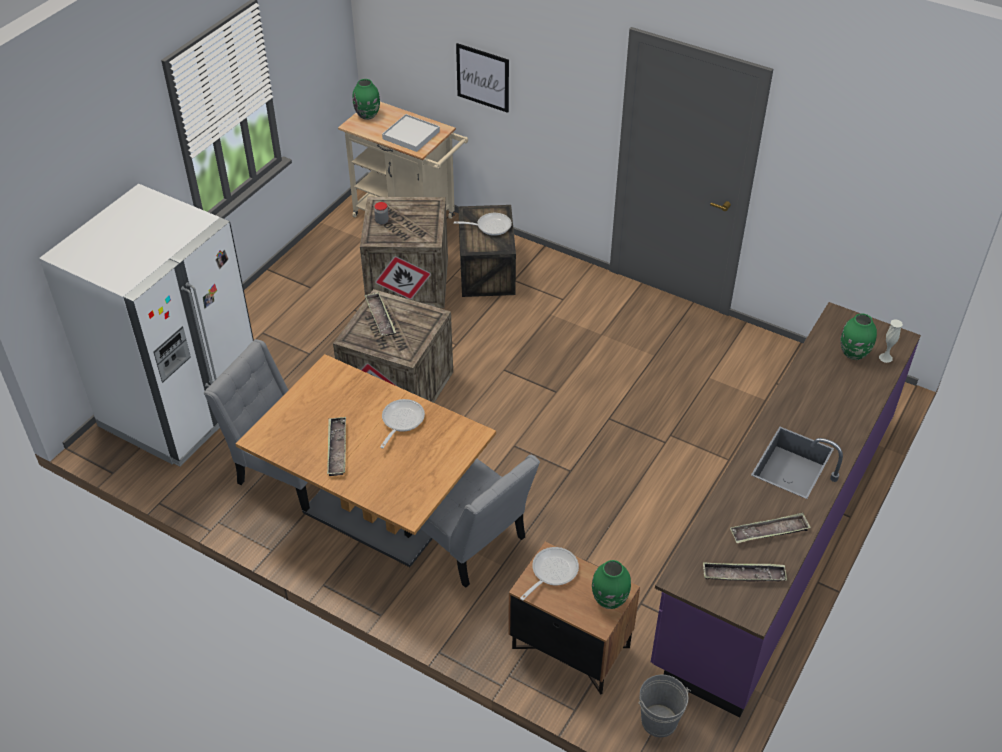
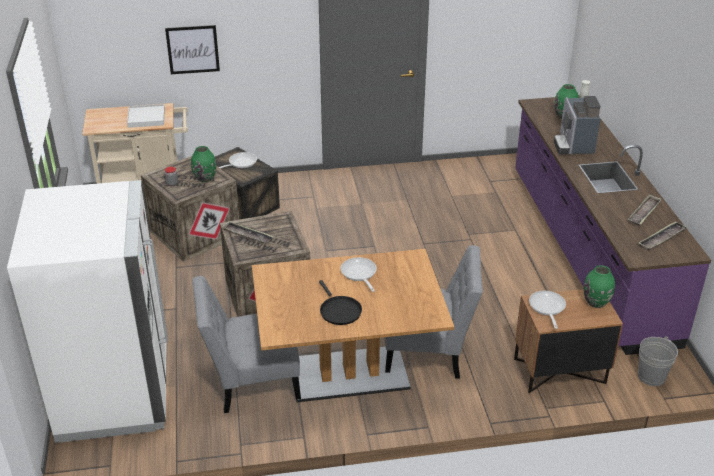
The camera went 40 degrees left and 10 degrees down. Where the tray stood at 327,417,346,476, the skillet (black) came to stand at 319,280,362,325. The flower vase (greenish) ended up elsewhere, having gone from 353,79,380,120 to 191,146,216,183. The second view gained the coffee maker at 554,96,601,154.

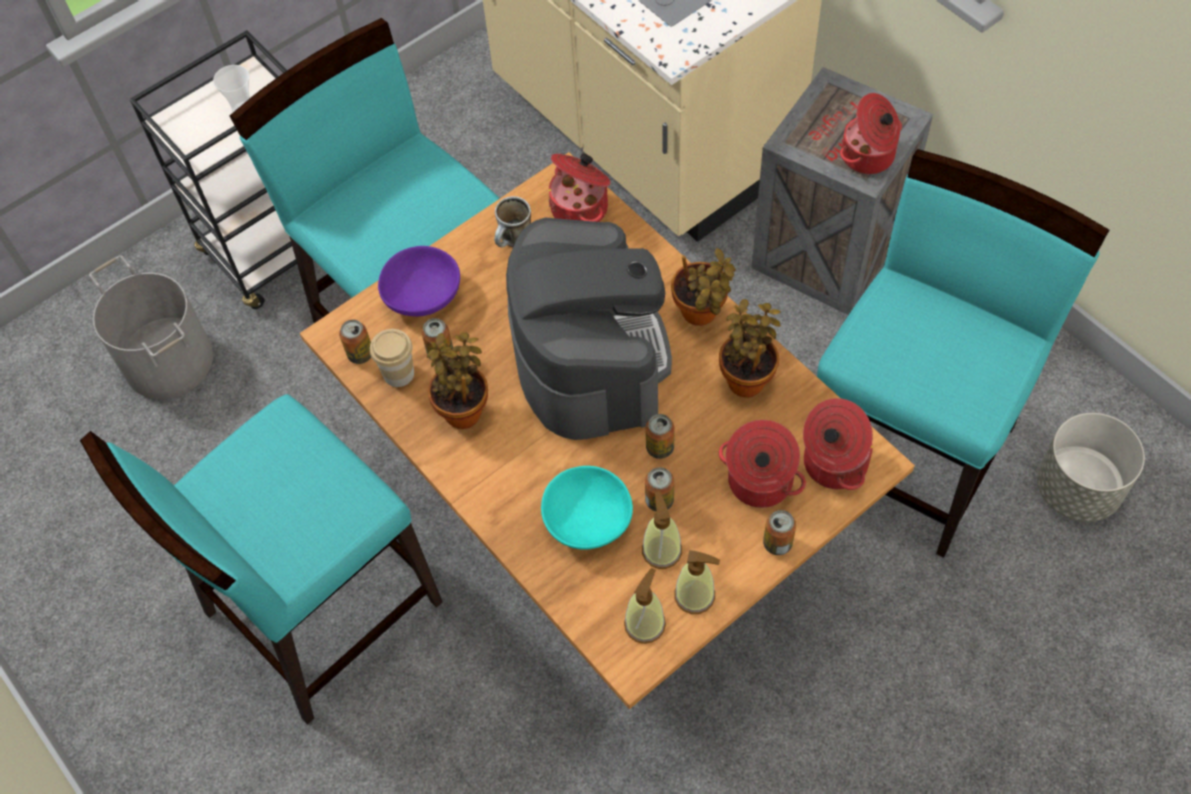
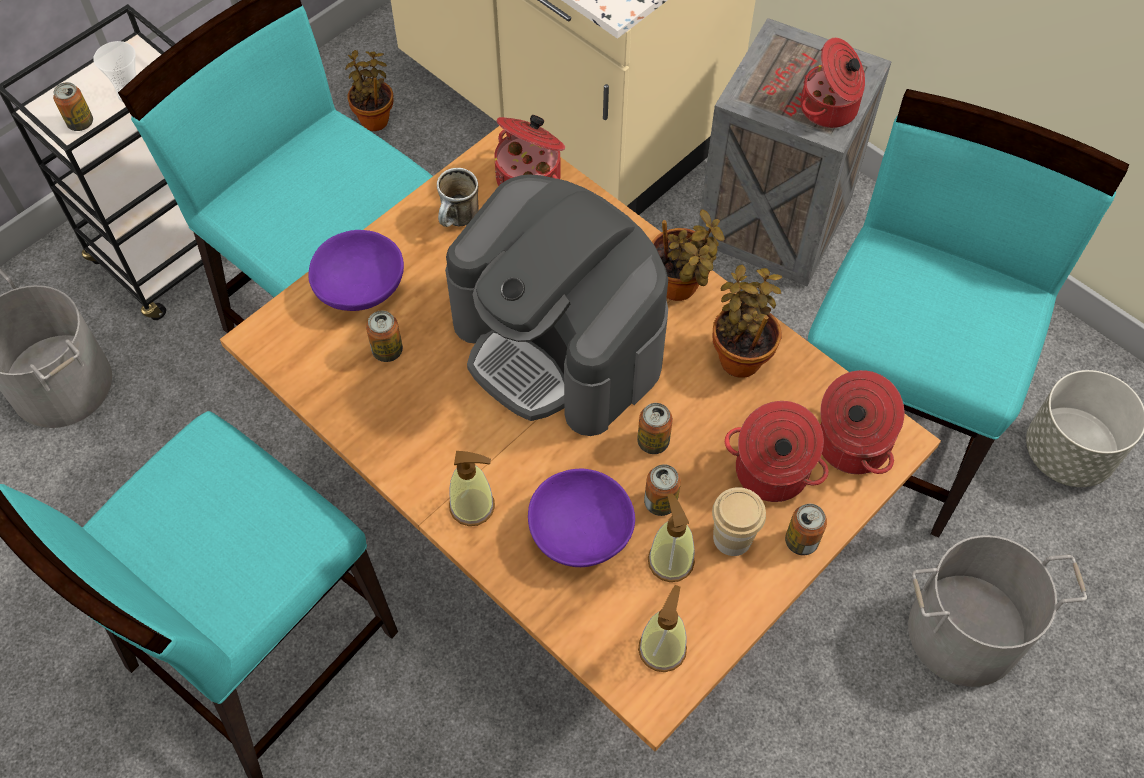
The camera went 10 degrees left and 0 degrees up. The sealed can ended up elsewhere, having gone from 339,320,371,364 to 53,82,93,131. The drinking cup ended up elsewhere, having gone from 370,329,414,387 to 712,487,766,556. The potted plant ended up elsewhere, having gone from 427,332,488,429 to 345,50,394,131. The coffee maker at 506,218,672,440 ended up facing another way, 150 degrees clockwise from before. What was the bowl (turquoise) at 541,466,633,550 turned into the bowl (purple) at 528,469,635,567. The soap dispenser ended up elsewhere, having gone from 674,550,720,614 to 449,451,495,526. The second view gained the pail (grey) at 908,535,1087,687.

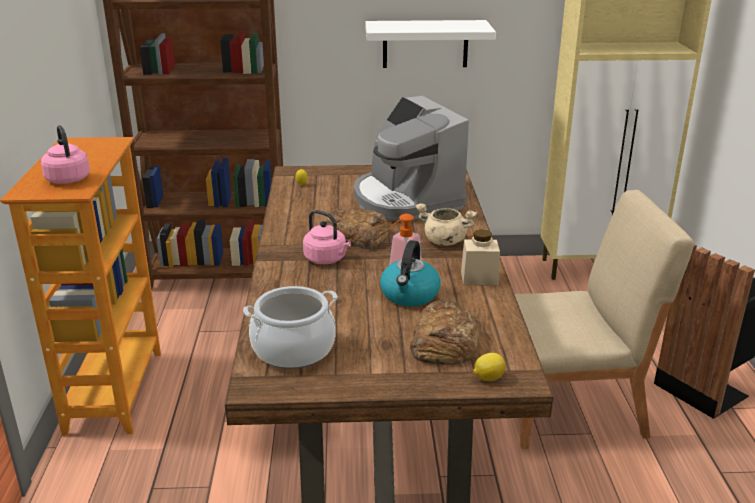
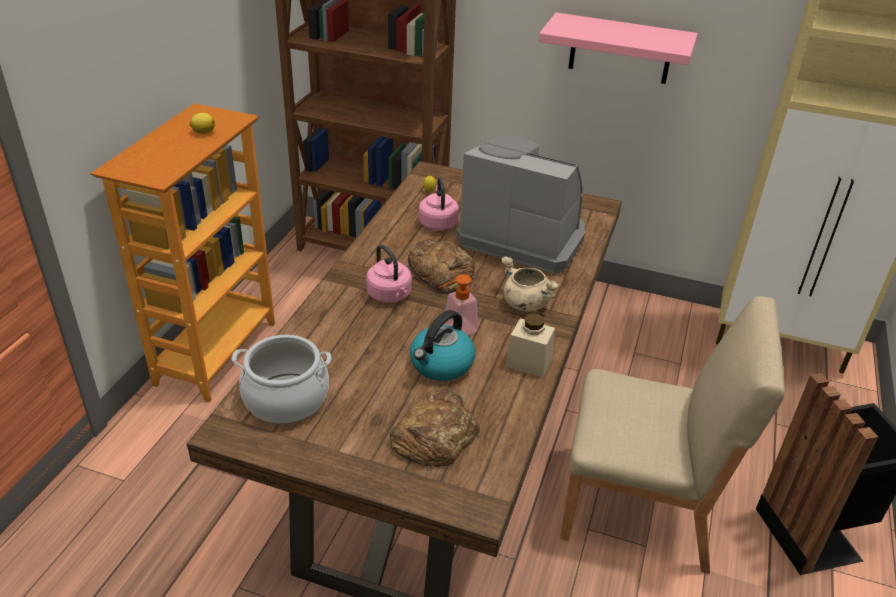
The camera went 20 degrees right and 10 degrees up. The water kettle (pinkish) ended up elsewhere, having gone from 41,125,90,184 to 419,177,459,231. The coffee maker at 354,96,469,221 ended up facing another way, 120 degrees clockwise from before. What was the wall shelf (whitish) at 365,20,496,68 turned into the wall shelf (pinkish) at 539,12,698,84. The whole lemon ended up elsewhere, having gone from 473,353,505,381 to 189,113,215,134.

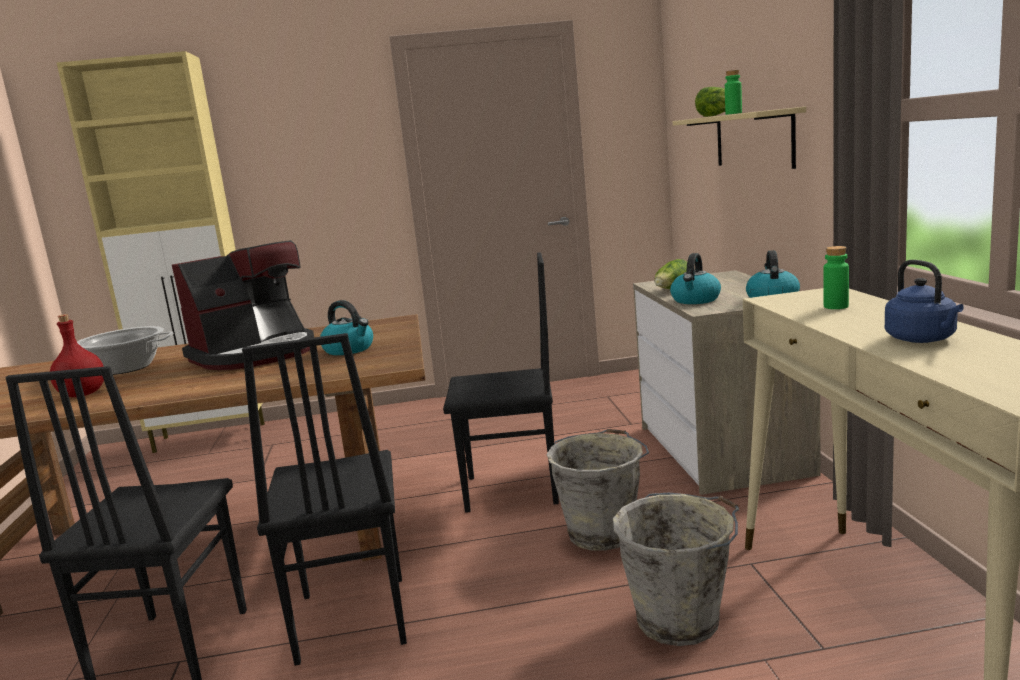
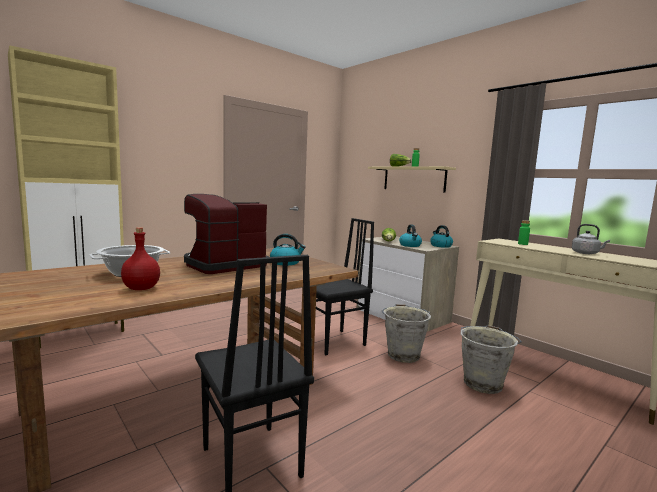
The camera went 35 degrees left and 5 degrees down. The coffee maker at 172,240,314,370 ended up facing another way, 150 degrees counterclockwise from before. The second view lost the chair (black) at 242,333,407,666. What was the water kettle (blue-coloured) at 885,260,964,343 turned into the water kettle (grey) at 572,224,610,254.

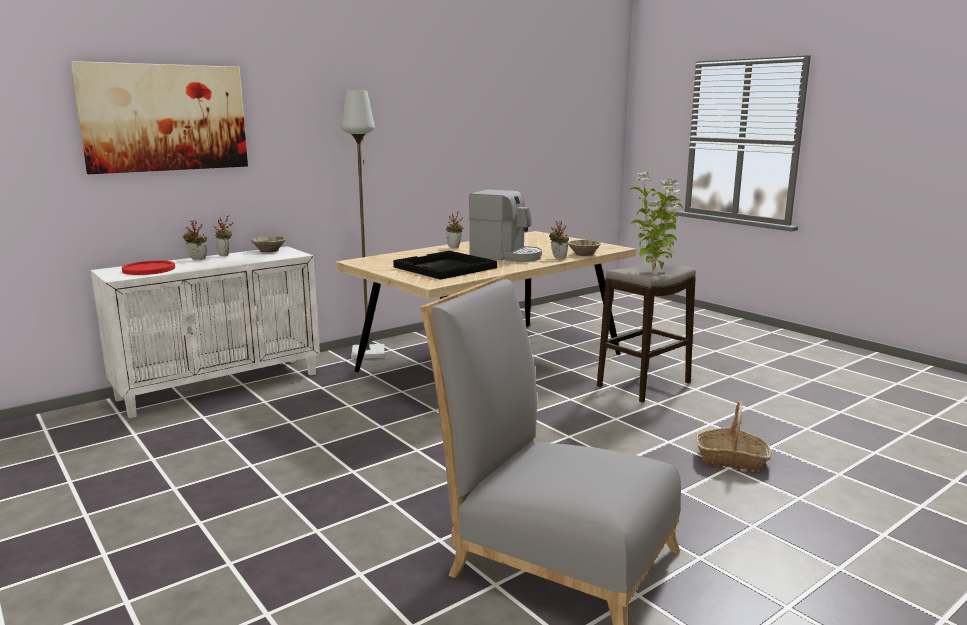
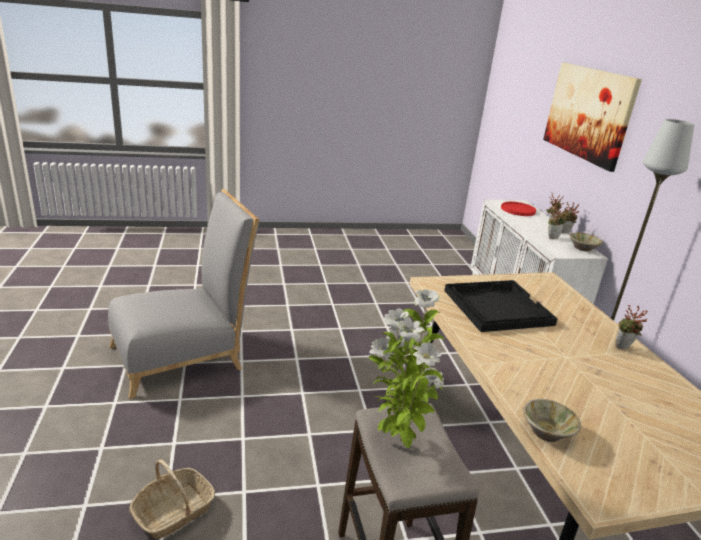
The camera went 115 degrees right and 10 degrees up. The second view lost the coffee maker at 469,190,542,262. The potted plant ended up elsewhere, having gone from 549,221,569,259 to 548,203,567,239.

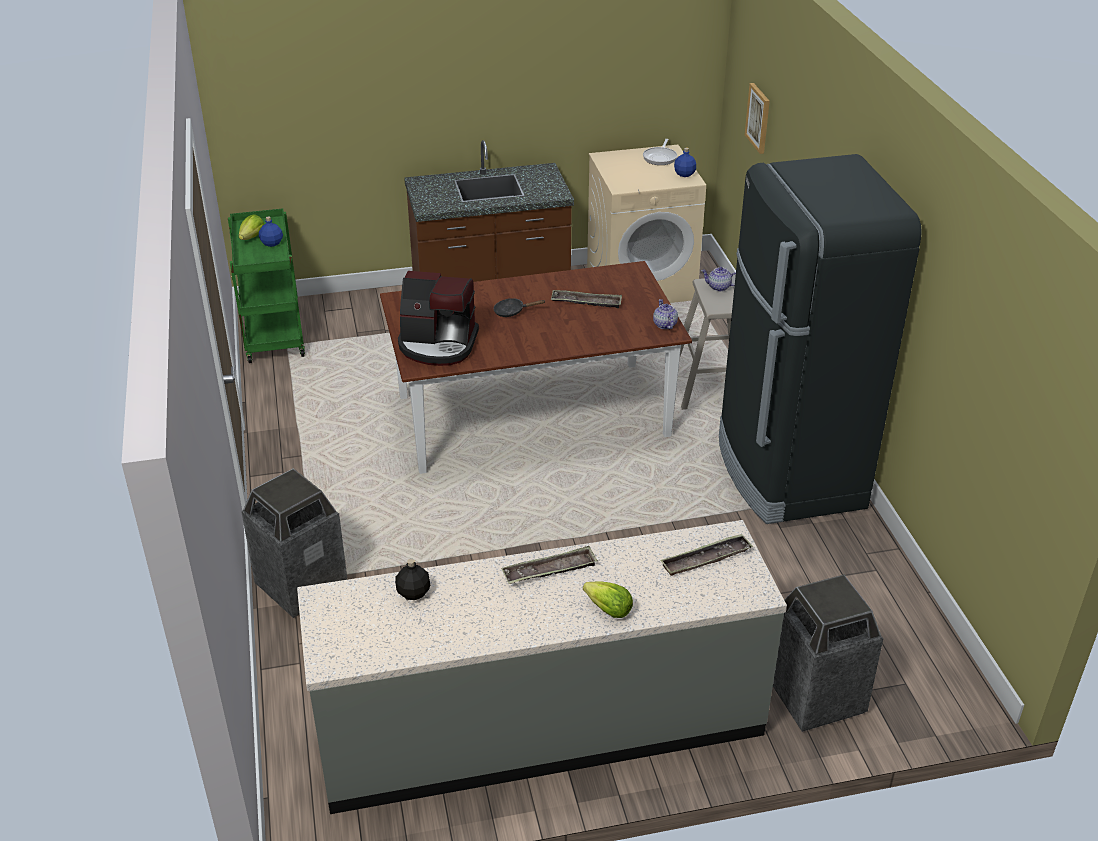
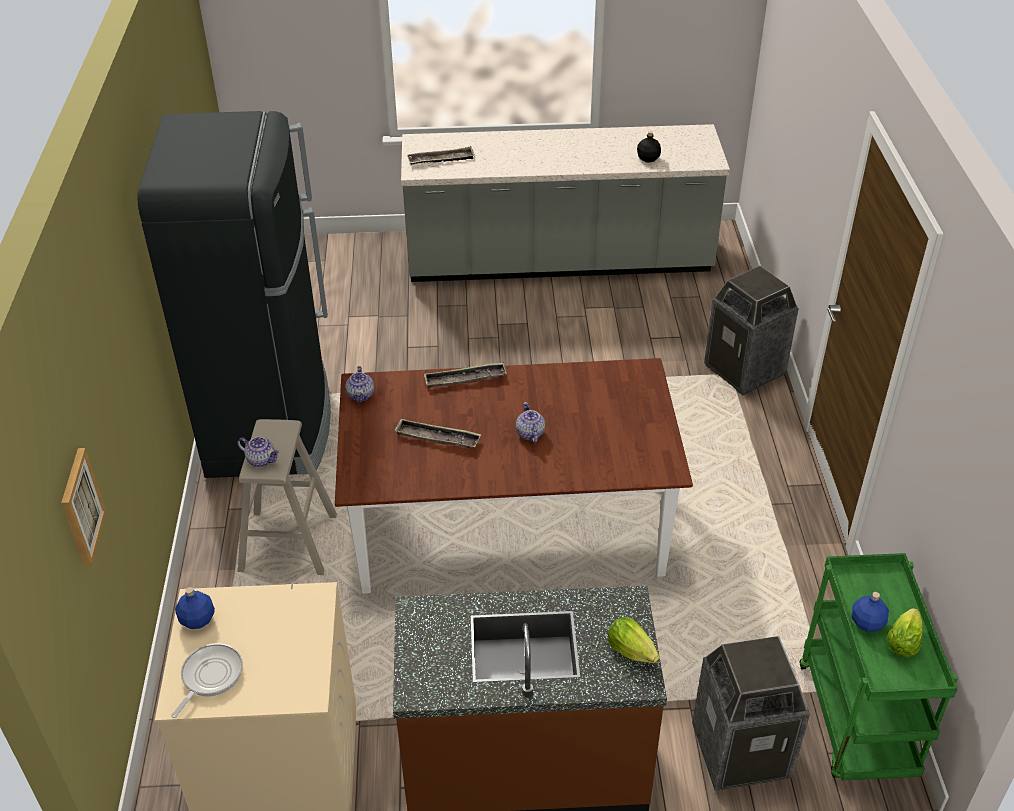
The camera went 170 degrees left and 5 degrees up. The second view lost the coffee maker at 398,271,479,366. Where the skillet (black) stood at 494,298,546,317, the teapot came to stand at 516,402,545,443. The tray ended up elsewhere, having gone from 501,546,598,584 to 424,363,507,388. The lettuce ended up elsewhere, having gone from 583,582,633,618 to 608,617,659,663. The rubbish bin ended up elsewhere, having gone from 773,574,883,732 to 692,636,810,791.

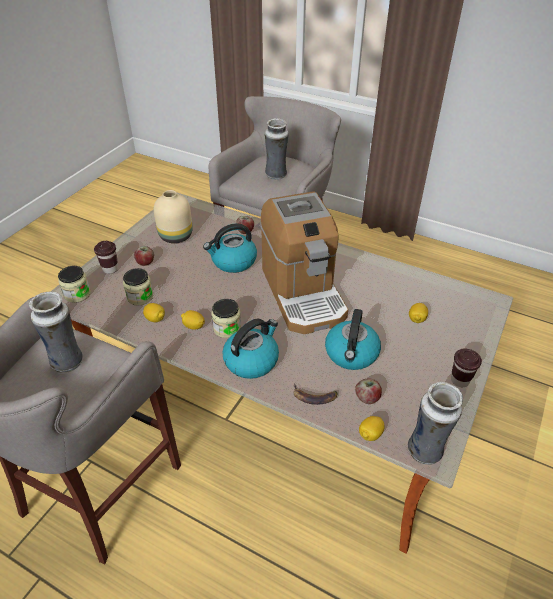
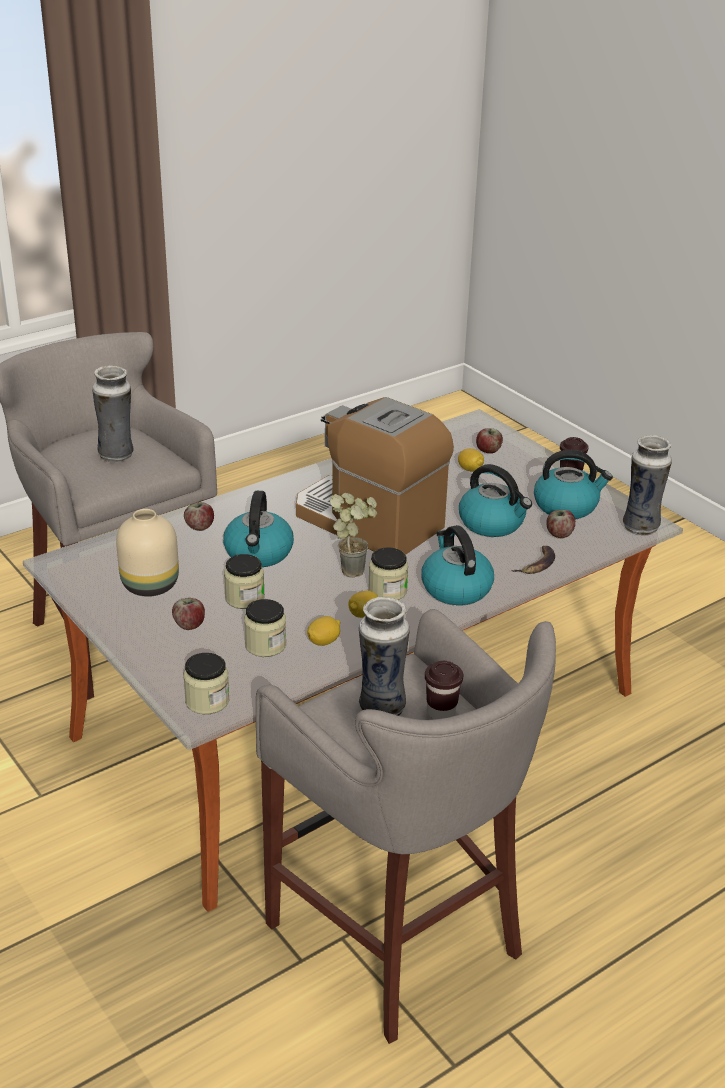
The camera went 65 degrees left and 10 degrees down. The drinking cup (brownish) ended up elsewhere, having gone from 94,241,118,274 to 425,661,463,719. The coffee maker at 261,192,348,334 ended up facing another way, 150 degrees counterclockwise from before. The second view lost the whole lemon at 359,416,385,441. The second view gained the storage jar at 224,554,265,609. The second view gained the potted plant at 330,493,377,578. The second view gained the whole apple at 476,428,503,453. The second view gained the water kettle at 534,450,613,519.

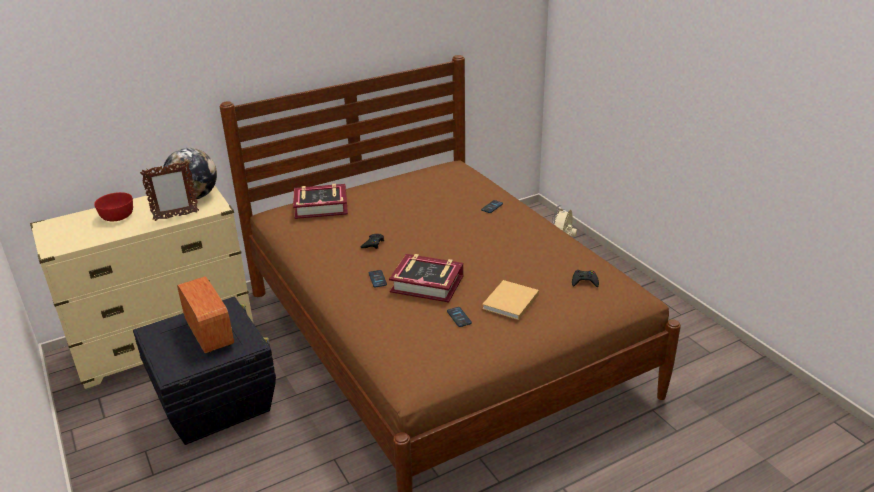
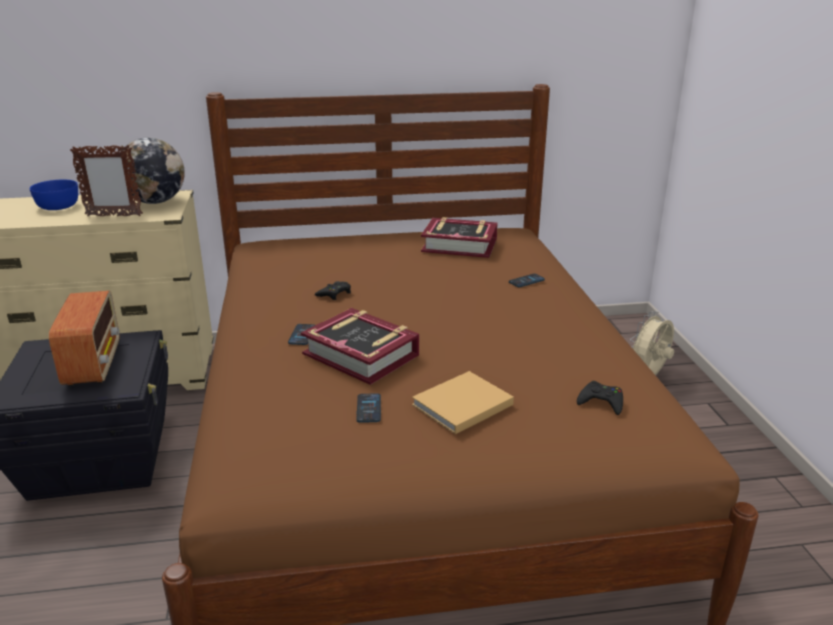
The camera went 20 degrees right and 5 degrees down. What was the bowl (red) at 94,192,133,221 turned into the bowl (blue-coloured) at 30,180,78,210. The volume ended up elsewhere, having gone from 293,184,348,219 to 421,217,498,258.

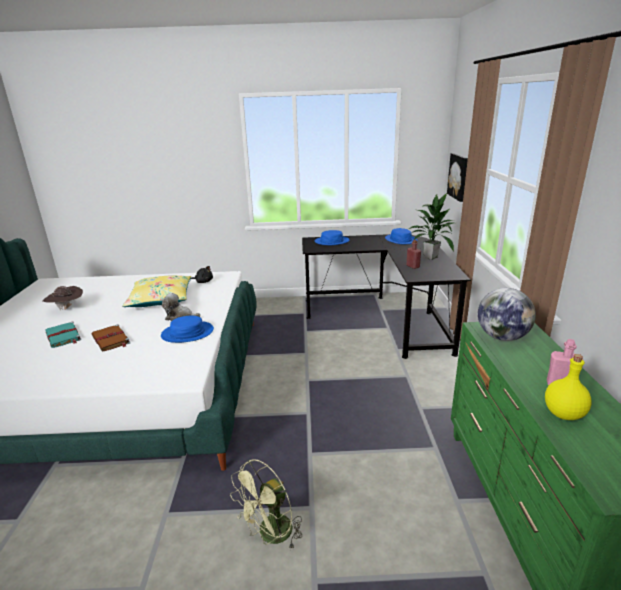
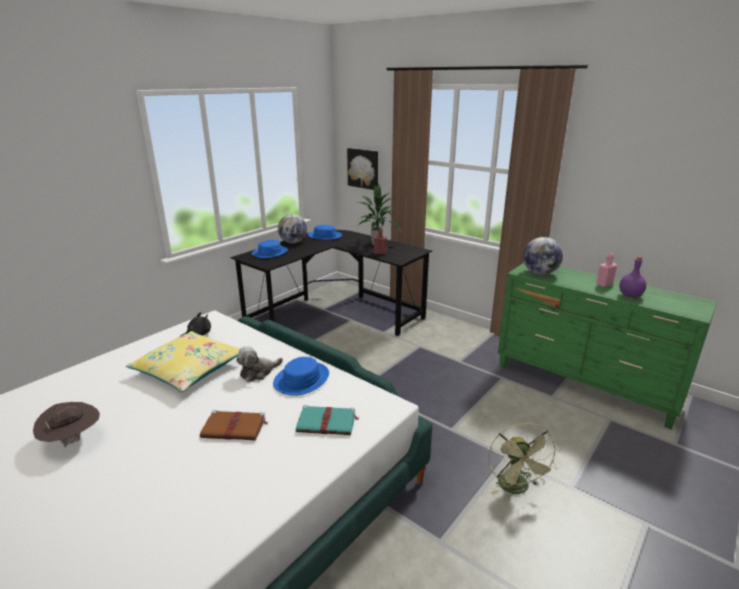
The camera went 50 degrees left and 0 degrees up. The volume (turquoise) ended up elsewhere, having gone from 45,321,81,348 to 296,405,360,435. What was the beverage bottle (yellow-coloured) at 545,354,592,420 turned into the beverage bottle (purple) at 619,256,646,298. The second view gained the globe at 278,214,307,243.

